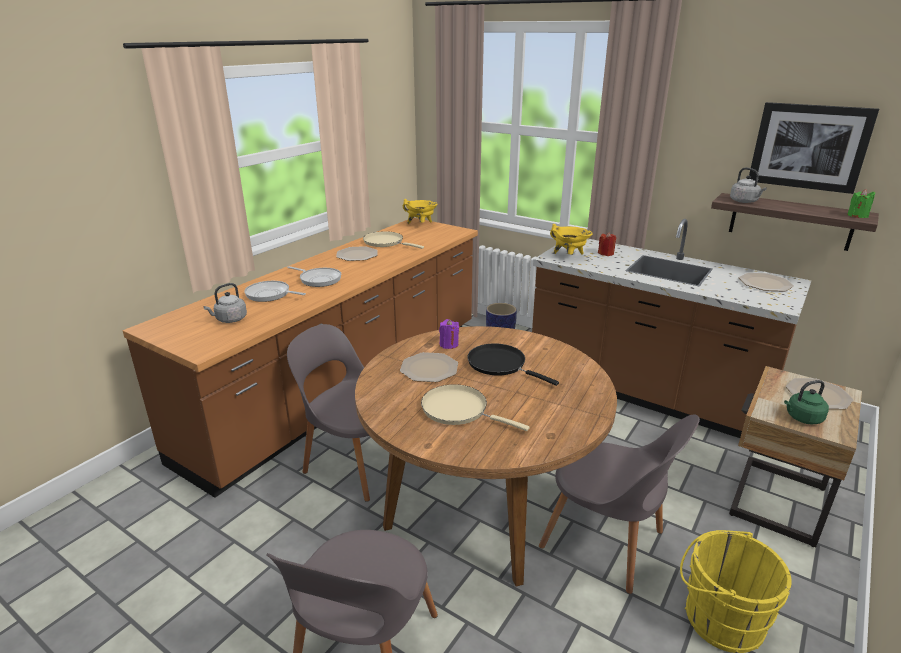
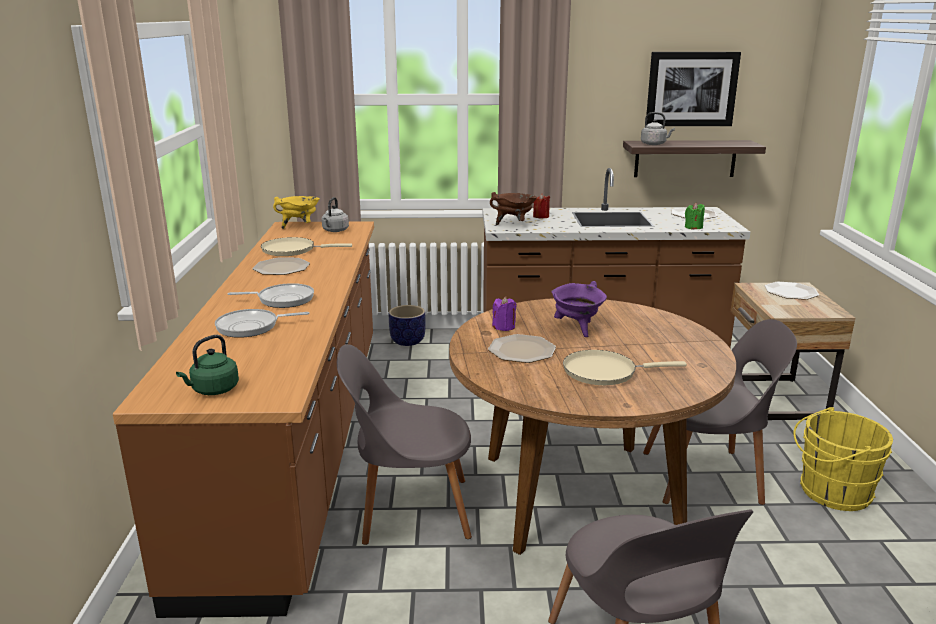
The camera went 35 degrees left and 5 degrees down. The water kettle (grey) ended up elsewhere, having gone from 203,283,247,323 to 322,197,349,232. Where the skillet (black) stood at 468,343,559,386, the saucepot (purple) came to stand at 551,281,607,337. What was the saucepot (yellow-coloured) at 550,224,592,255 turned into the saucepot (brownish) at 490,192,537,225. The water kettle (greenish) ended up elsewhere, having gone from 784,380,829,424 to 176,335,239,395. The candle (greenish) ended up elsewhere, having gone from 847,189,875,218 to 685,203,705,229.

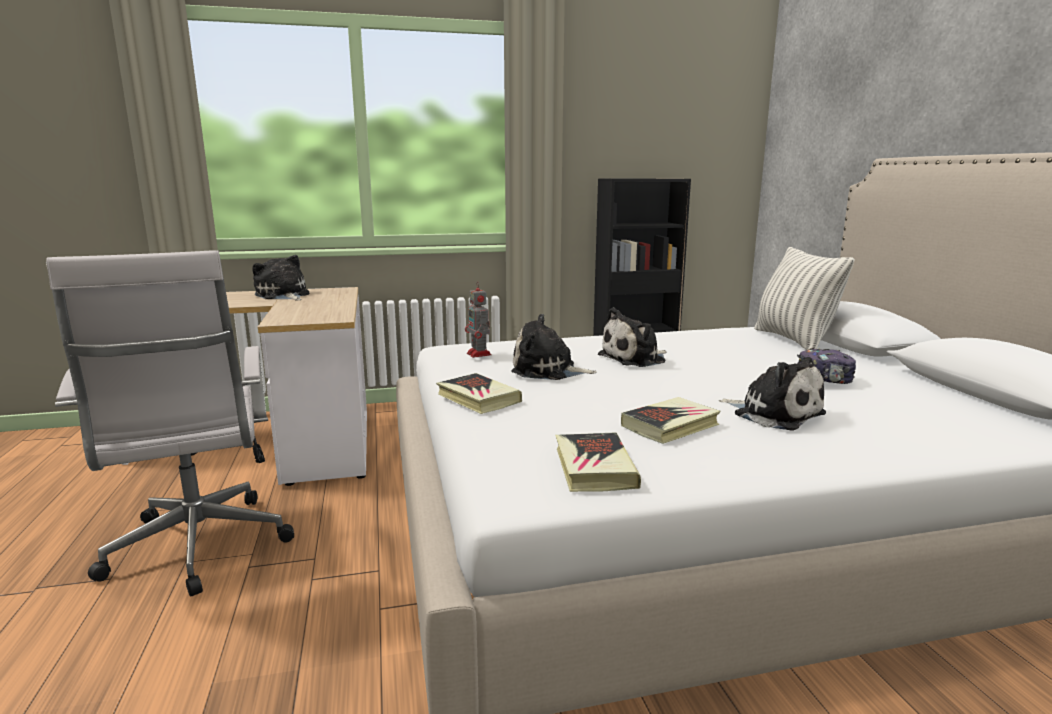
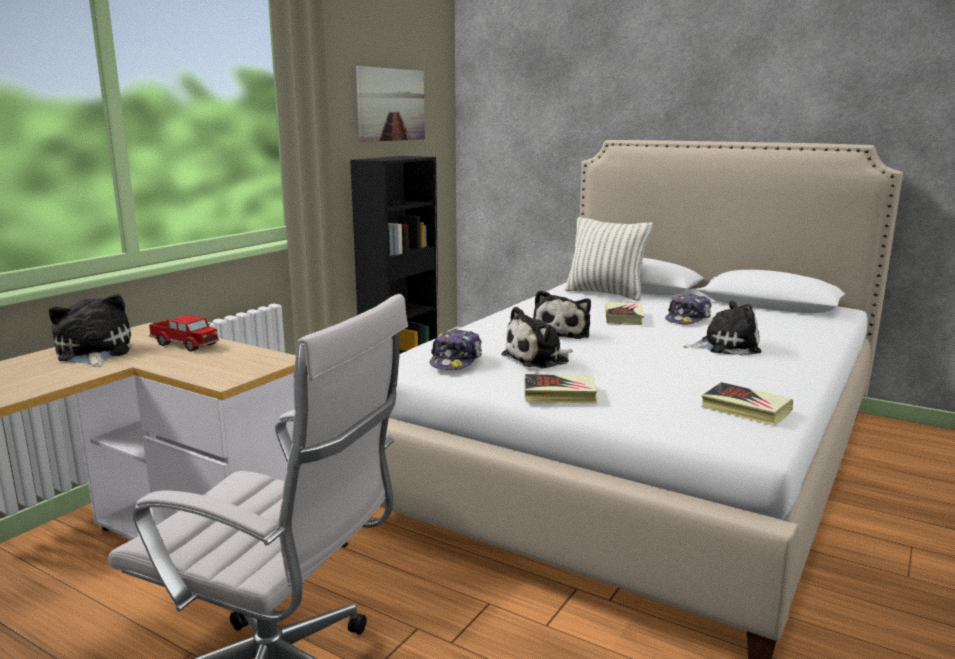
The camera went 45 degrees left and 0 degrees up. The soft toy at 252,255,309,300 ended up facing another way, 60 degrees clockwise from before. Where the robot figure stood at 465,281,491,358, the peaked cap came to stand at 429,329,482,370. The volume ended up elsewhere, having gone from 621,397,721,444 to 605,302,644,325. The second view gained the toy truck at 149,315,219,352. The second view gained the picture at 356,66,425,142.

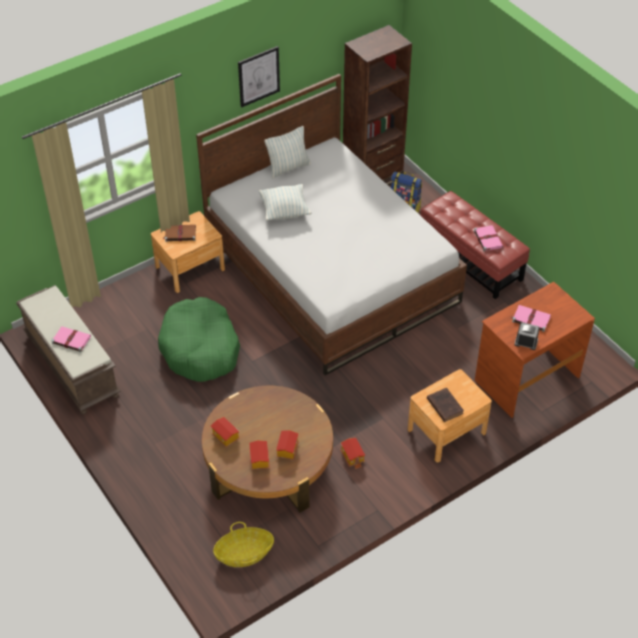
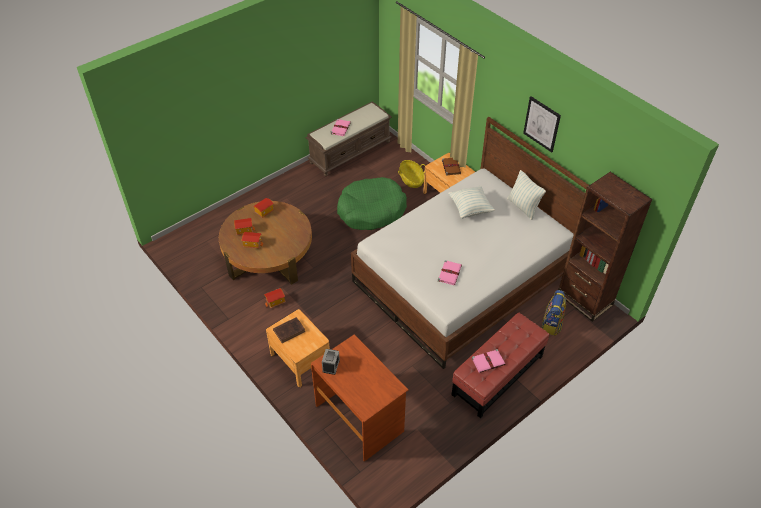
The camera went 85 degrees right and 0 degrees up. The storage basket ended up elsewhere, having gone from 213,522,274,567 to 398,160,425,188. The volume (pinkish) ended up elsewhere, having gone from 511,305,551,332 to 438,260,462,285.

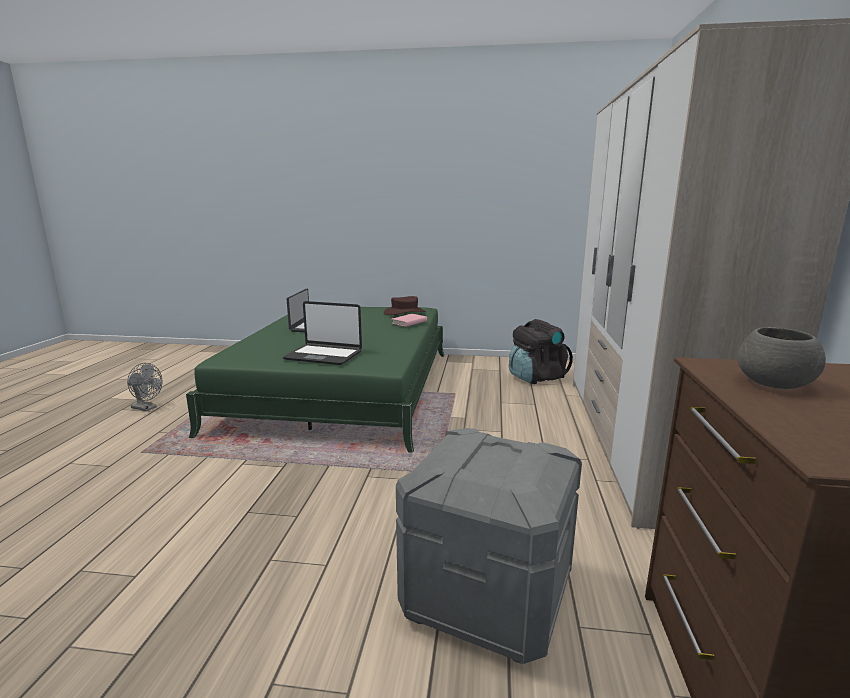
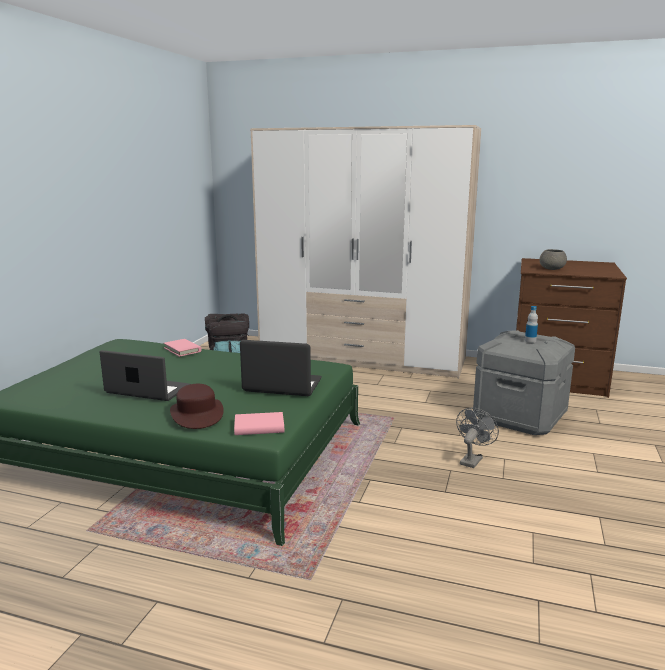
The camera went 80 degrees left and 0 degrees up. The fan (grey) ended up elsewhere, having gone from 127,363,163,411 to 456,408,499,468. The notebook computer at 283,301,362,365 ended up facing another way, 105 degrees counterclockwise from before. The hat (brownish) ended up elsewhere, having gone from 384,296,426,315 to 170,384,224,429. The second view gained the volume (pinkish) at 234,412,284,435. The second view gained the beverage bottle at 525,306,538,343.

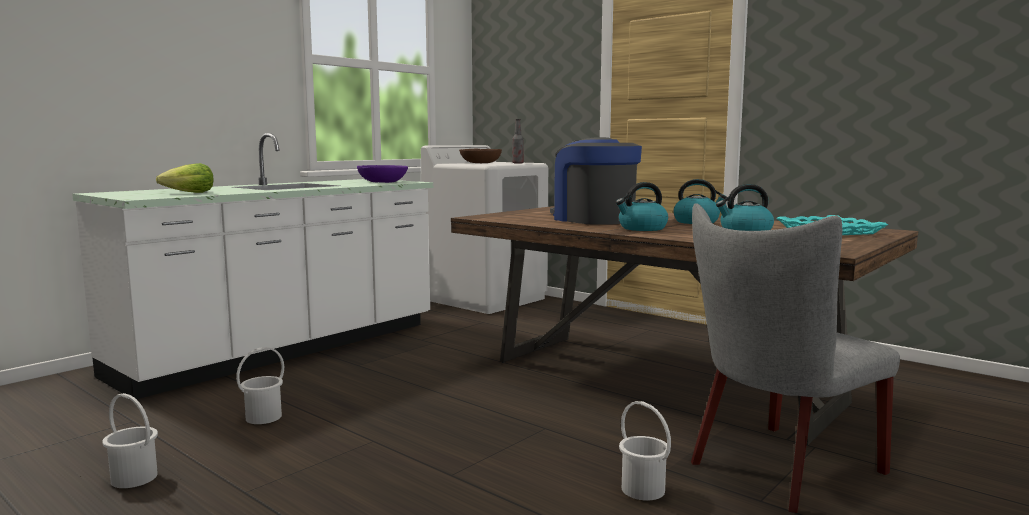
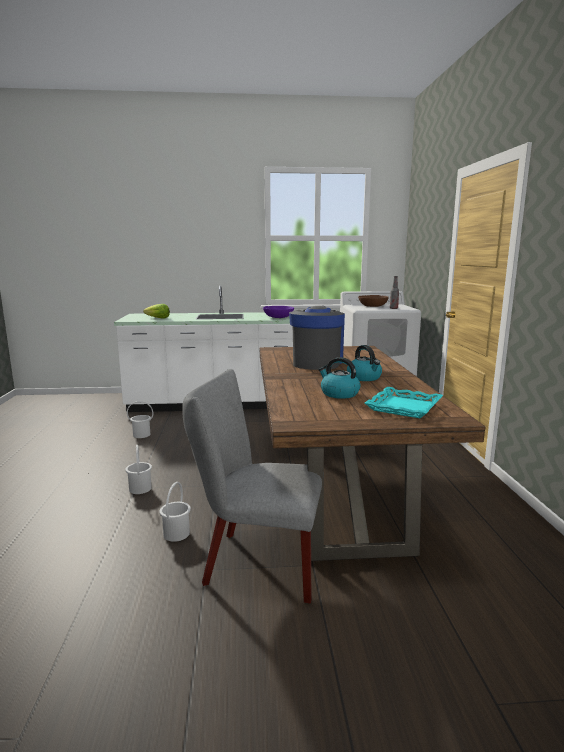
The camera went 45 degrees right and 5 degrees up. The pail (whitish) ended up elsewhere, having gone from 102,393,158,488 to 125,445,152,494. The second view lost the water kettle at 616,182,668,231.

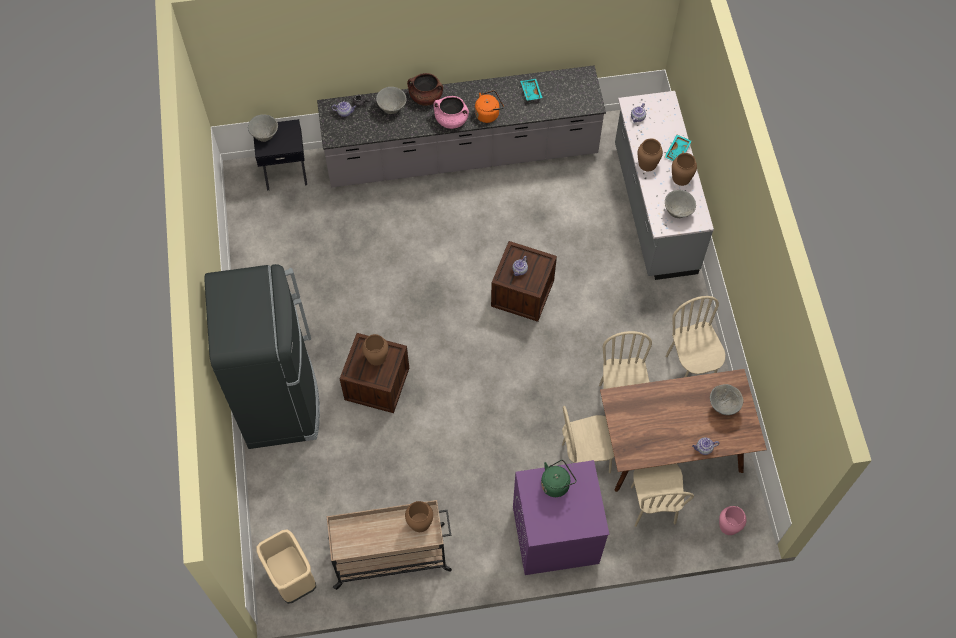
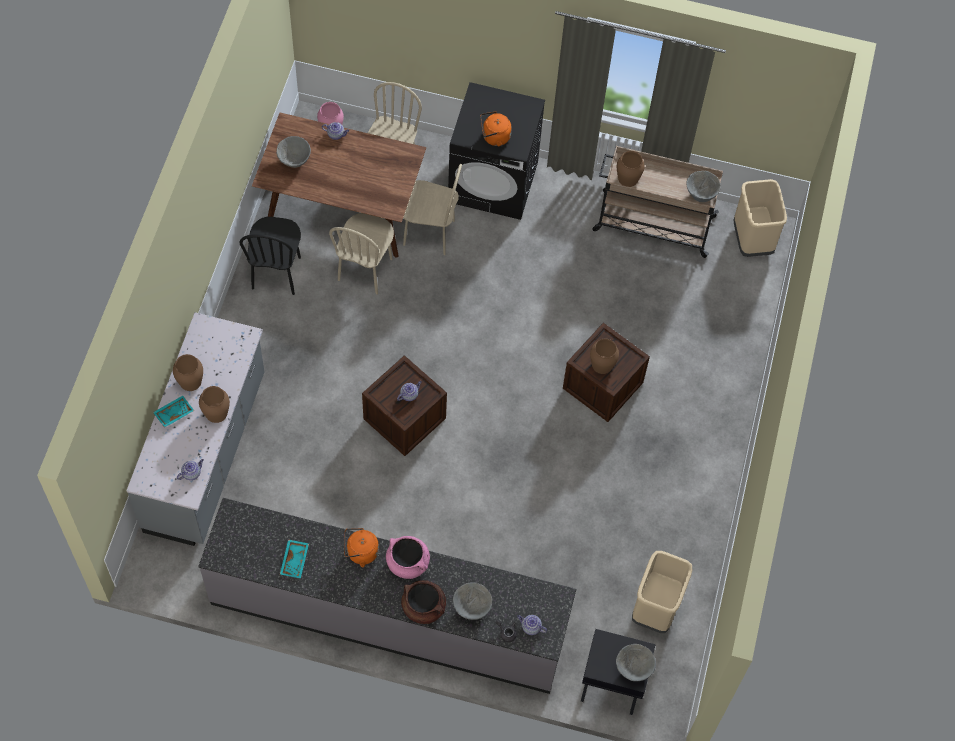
The camera went 160 degrees left and 0 degrees up. The second view lost the fridge (black) at 204,264,320,449. What was the washing machine (purple) at 513,460,610,575 turned into the washing machine (black) at 448,82,545,220. What was the water kettle (greenish) at 541,460,576,497 turned into the water kettle (orange-coloured) at 480,111,512,146. The bowl (grey) ended up elsewhere, having gone from 665,190,696,218 to 687,171,721,202. What was the chair (beige) at 665,296,726,377 turned into the chair (black) at 240,217,301,295. The second view gained the rubbish bin (beige) at 632,551,692,633.

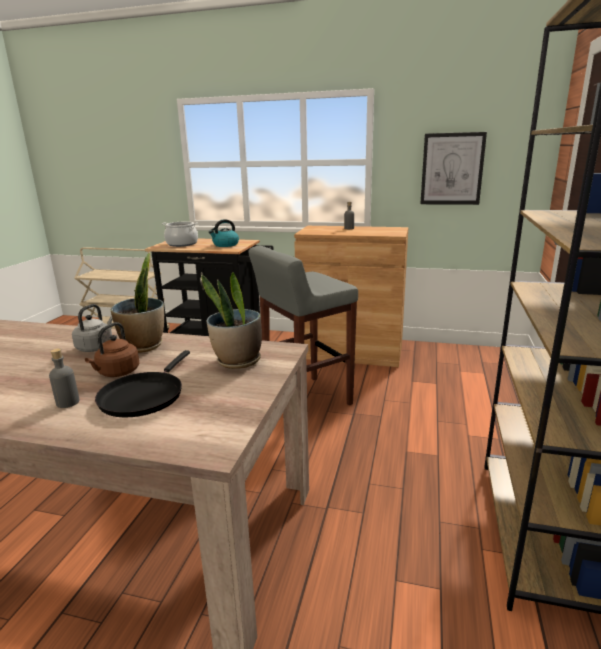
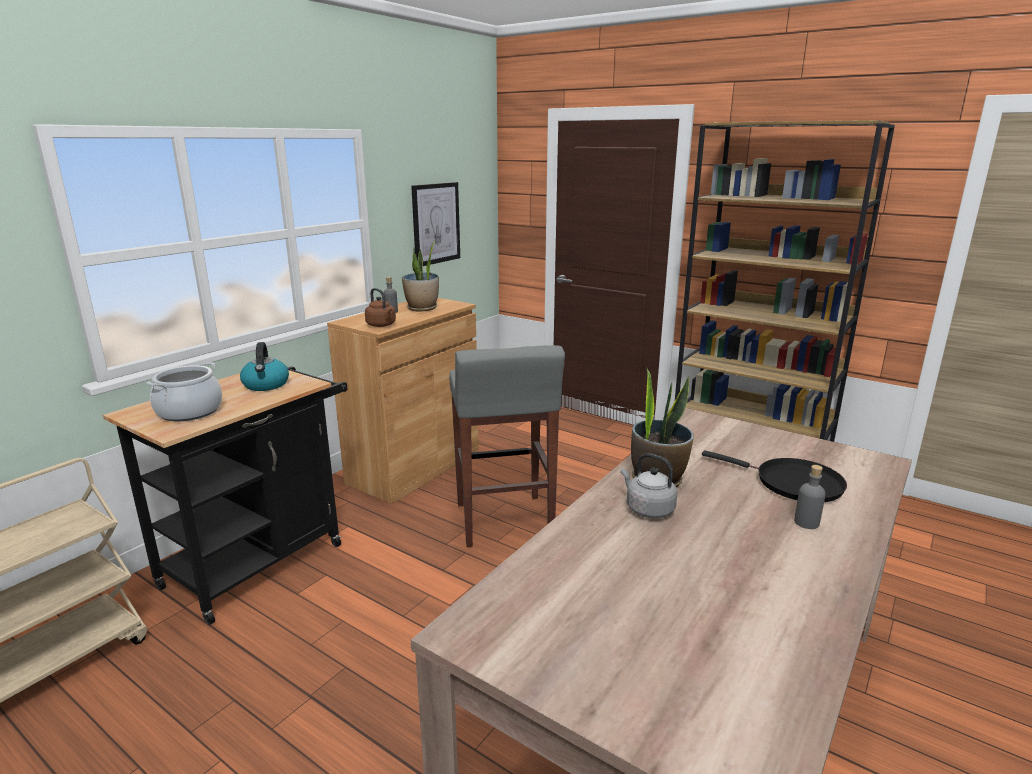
The camera went 70 degrees left and 0 degrees up. The water kettle (brownish) ended up elsewhere, having gone from 85,322,139,377 to 365,288,396,327. The potted plant ended up elsewhere, having gone from 201,272,262,369 to 402,240,439,312.

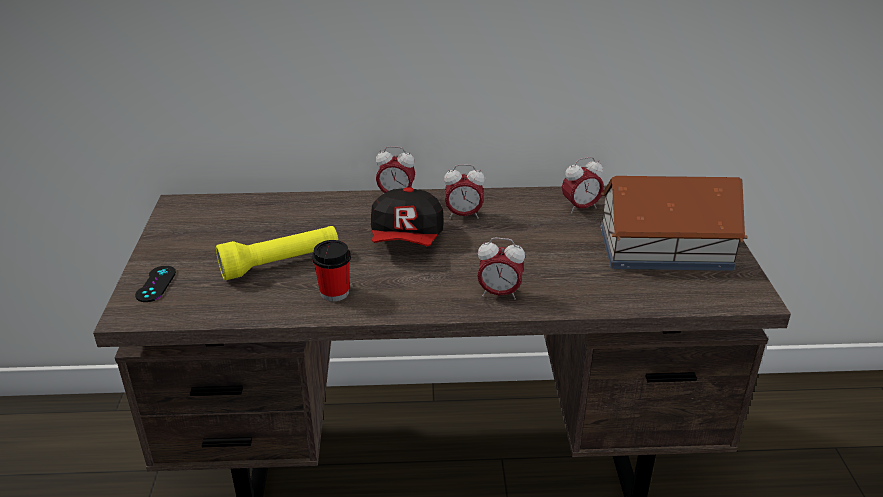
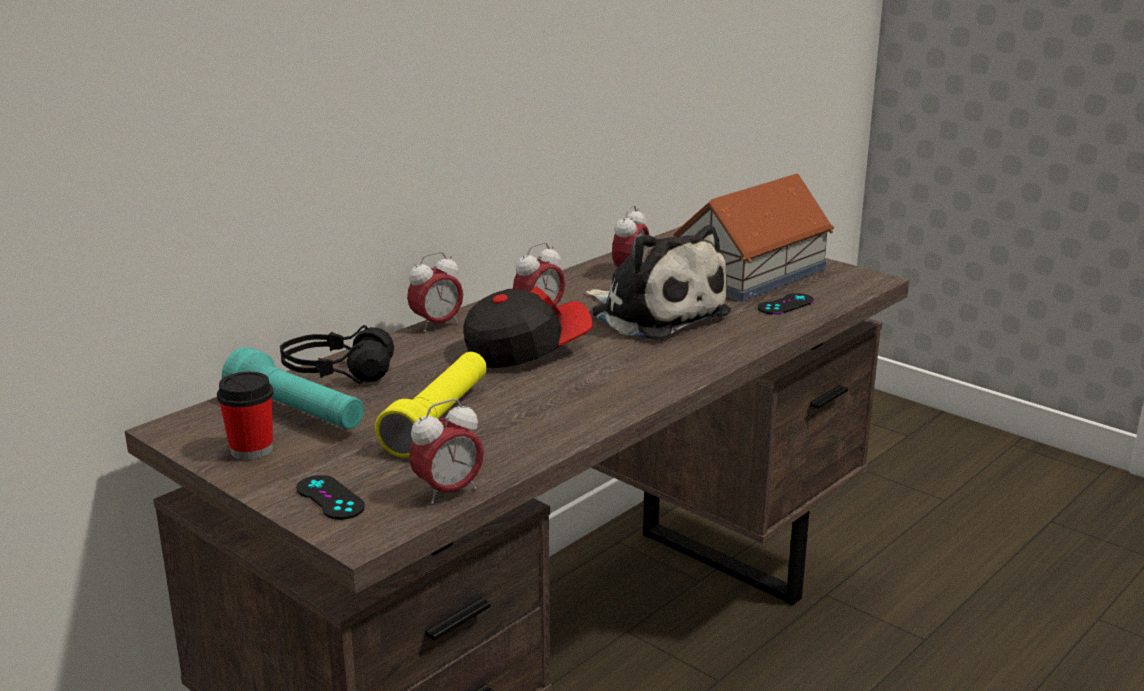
The camera went 45 degrees left and 10 degrees down. The drinking cup ended up elsewhere, having gone from 312,240,351,301 to 217,372,273,460. The peaked cap at 371,187,444,246 ended up facing another way, 75 degrees counterclockwise from before. The table clock ended up elsewhere, having gone from 477,237,525,300 to 409,399,484,504. The second view gained the flashlight (turquoise) at 222,347,364,430. The second view gained the headphones (black) at 280,325,394,384. The second view gained the soft toy at 585,225,731,340. The second view gained the joypad (black) at 758,293,814,315.

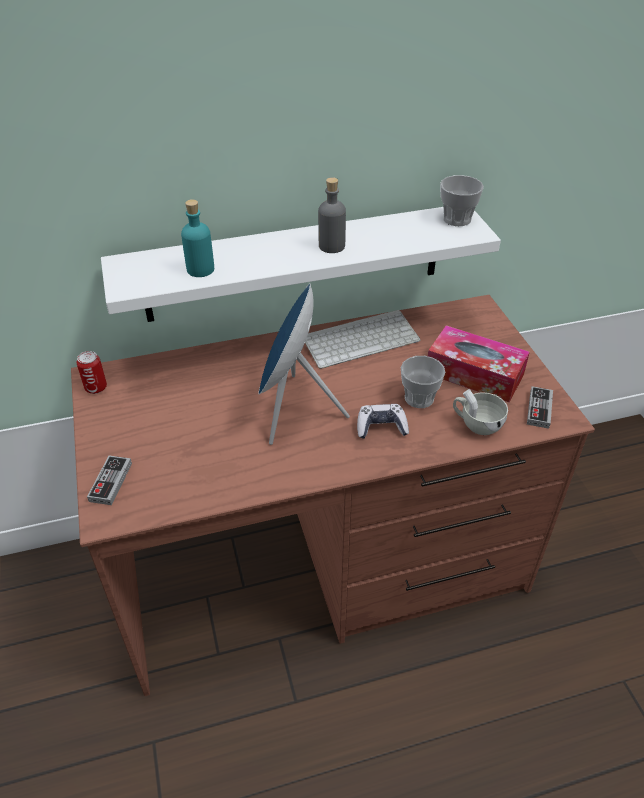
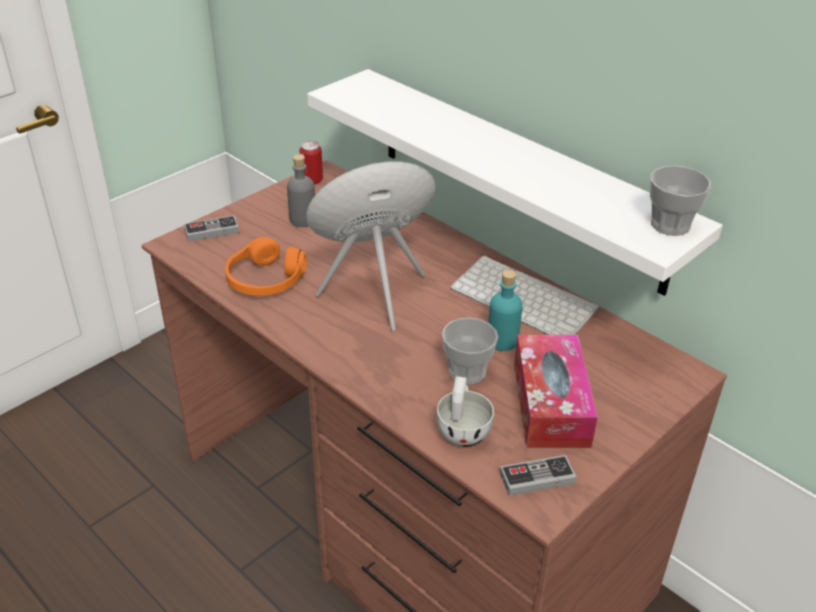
The camera went 60 degrees right and 5 degrees down. The beverage bottle (turquoise) ended up elsewhere, having gone from 181,199,214,277 to 488,270,523,351. The beverage bottle (grey) ended up elsewhere, having gone from 318,177,346,253 to 287,154,315,227. The second view lost the joypad at 357,404,409,439. The second view gained the headphones (orange-coloured) at 225,237,306,296.

